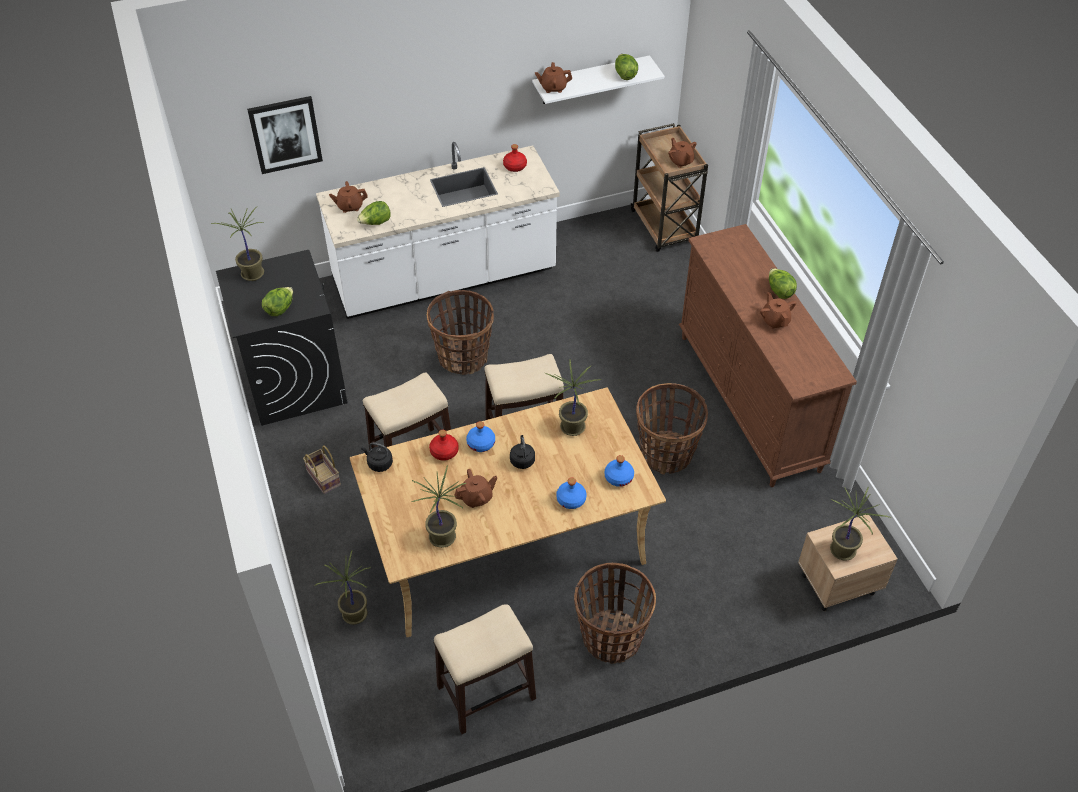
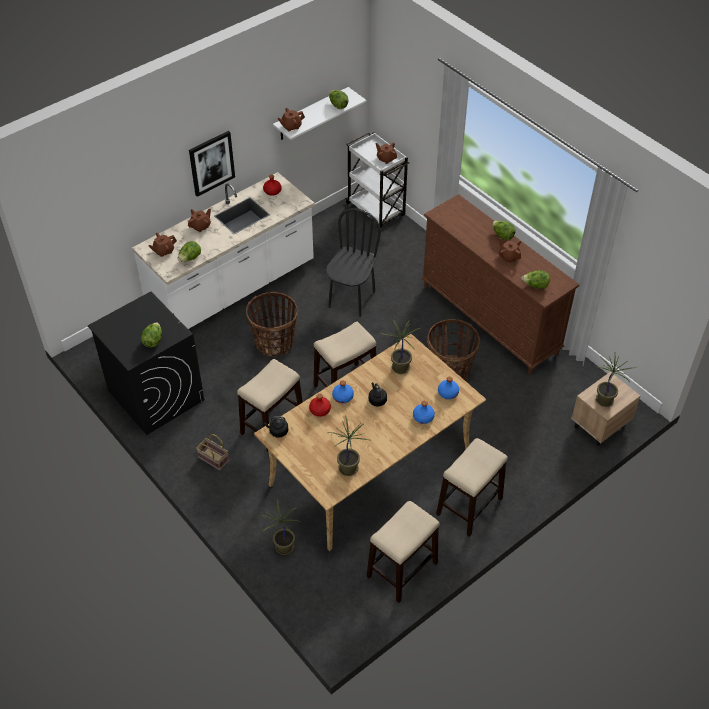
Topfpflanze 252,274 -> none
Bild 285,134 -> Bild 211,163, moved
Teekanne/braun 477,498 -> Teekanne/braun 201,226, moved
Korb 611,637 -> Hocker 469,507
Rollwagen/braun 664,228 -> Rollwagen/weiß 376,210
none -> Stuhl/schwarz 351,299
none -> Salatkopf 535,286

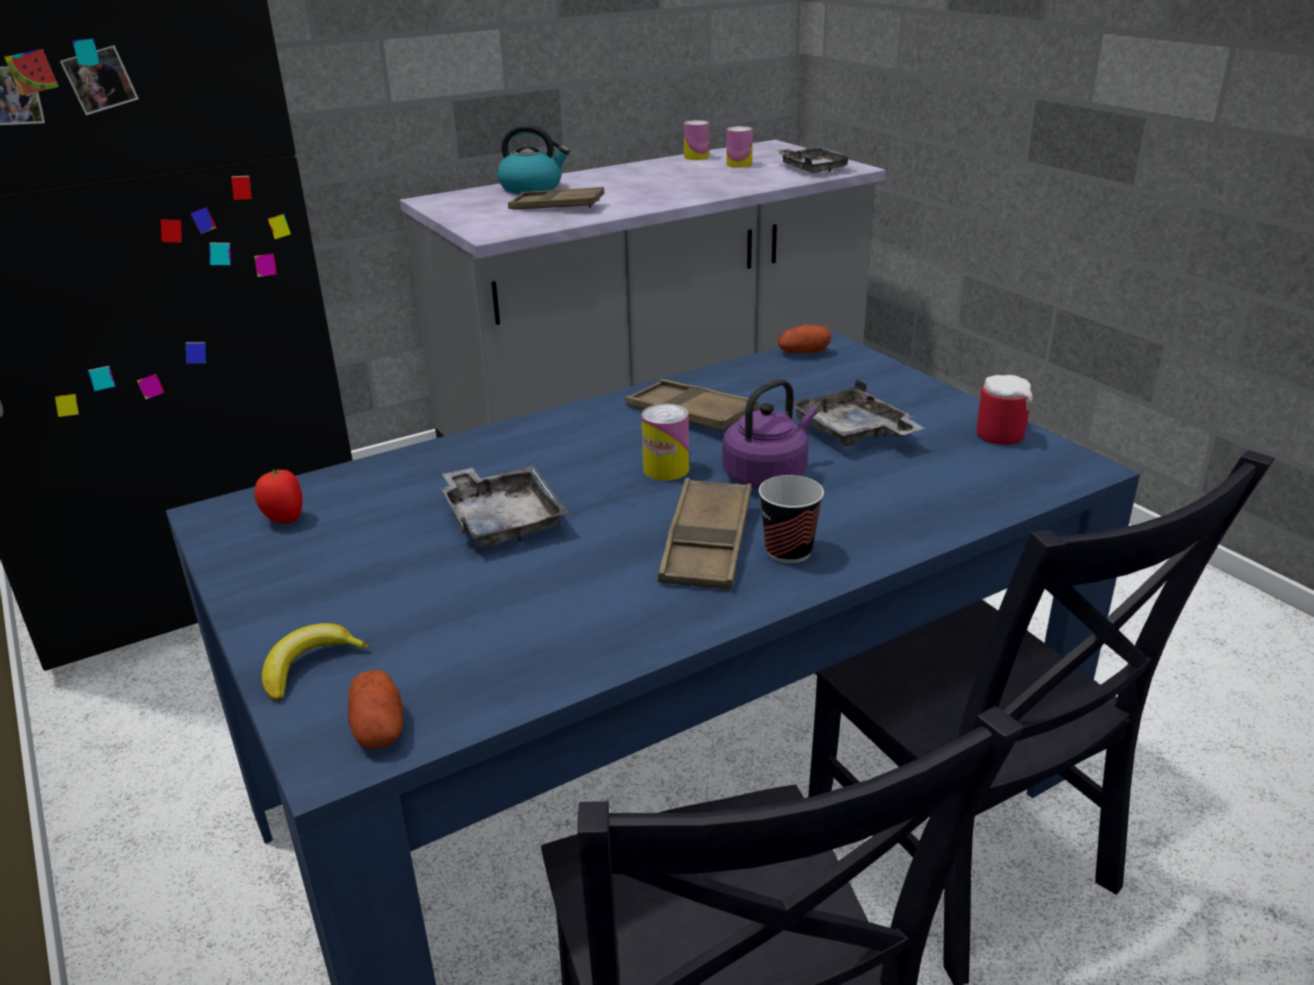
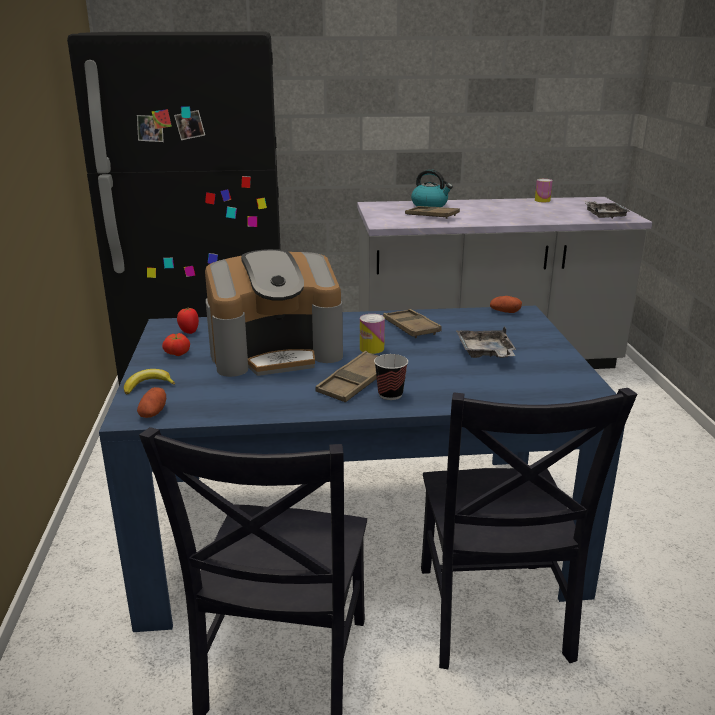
Tablett/grau 502,520 -> Kaffeemaschine 276,352
Wasserkessel/lila 768,475 -> none
Dose 739,164 -> none
Henkelbecher 1004,434 -> none
none -> Tomate 177,353

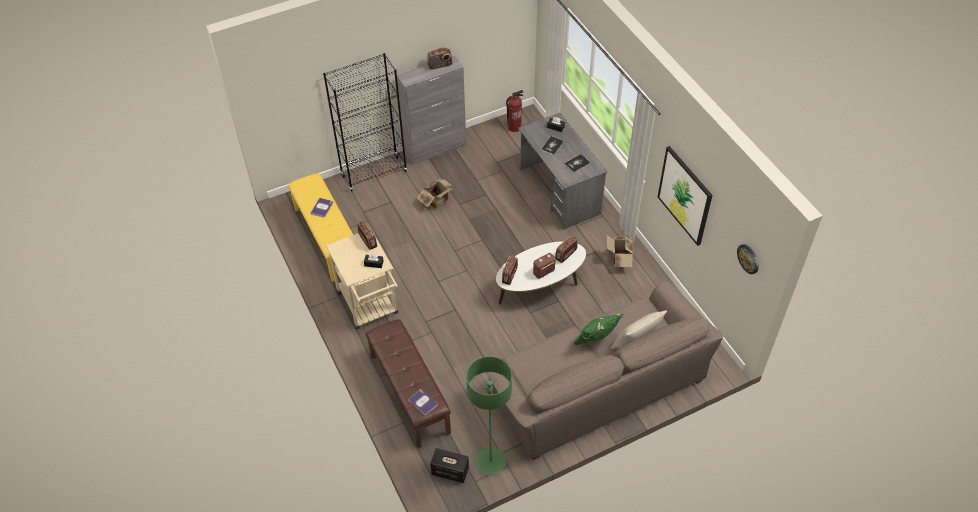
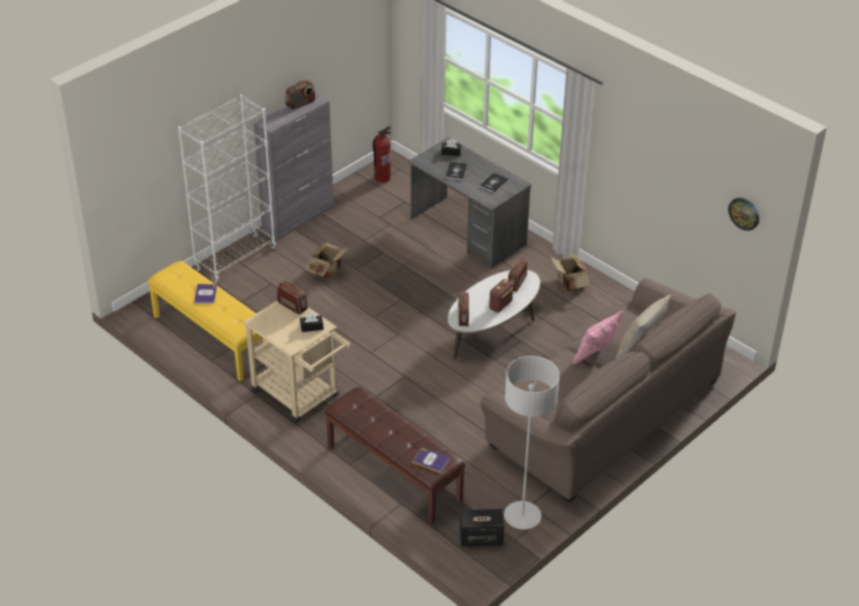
Bücherregal/schwarz 374,173 -> Bücherregal/weiß 235,259
Stehlampe/grün 490,461 -> Stehlampe/grau 522,516
Kissen/grün 596,341 -> Kissen/rosa 596,355
Bild 685,195 -> none

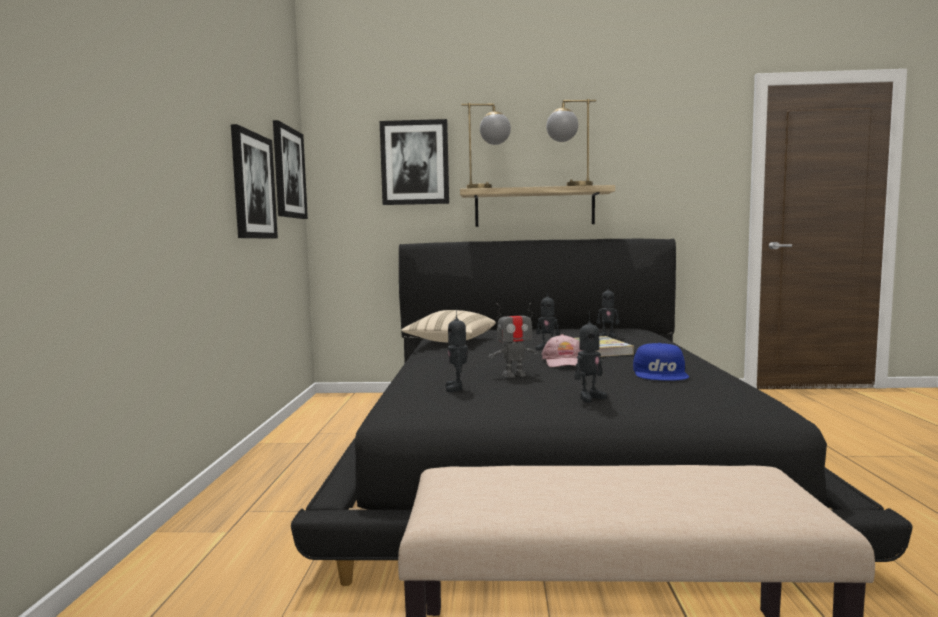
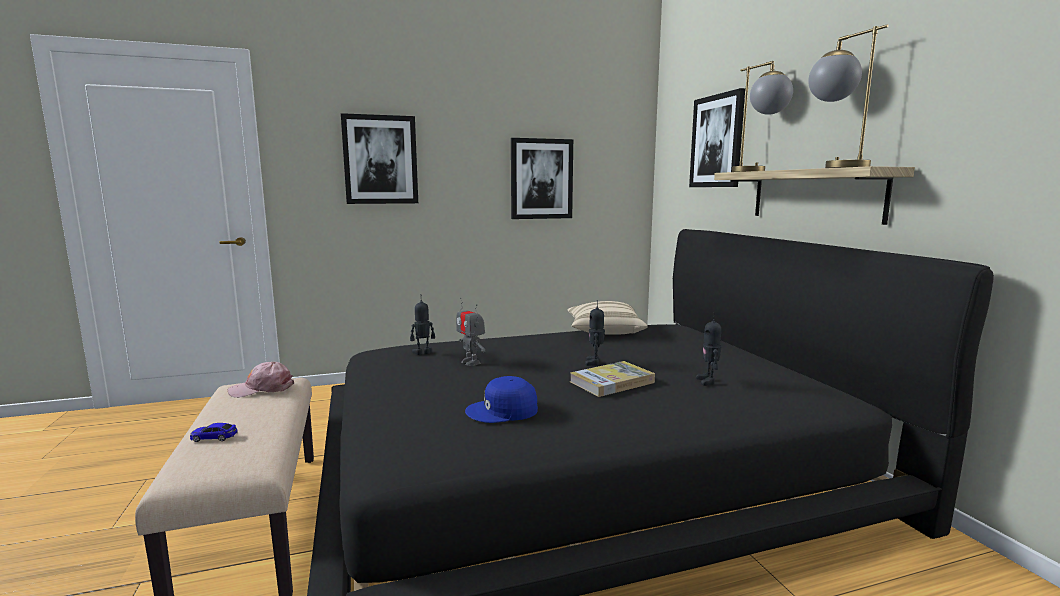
Bild 288,173 -> Bild 380,160, moved
Kappe/rosa 564,362 -> Kappe/rosa 262,389, moved
Spielzeugroboter 589,398 -> none
none -> Spielzeugauto 214,438

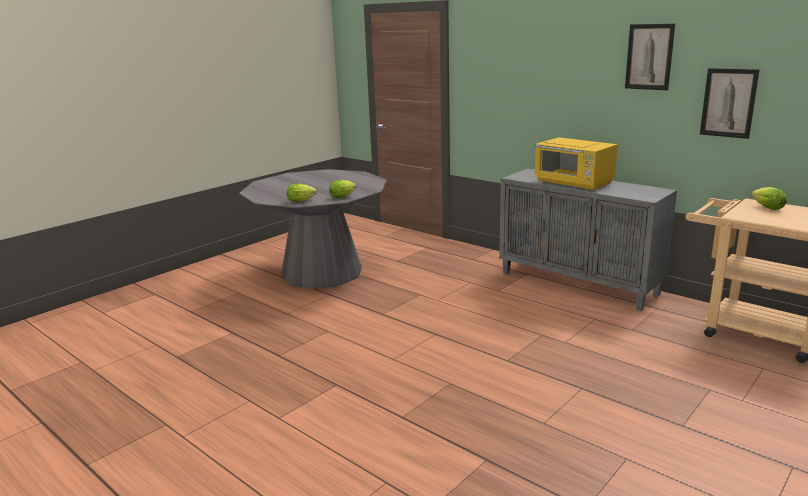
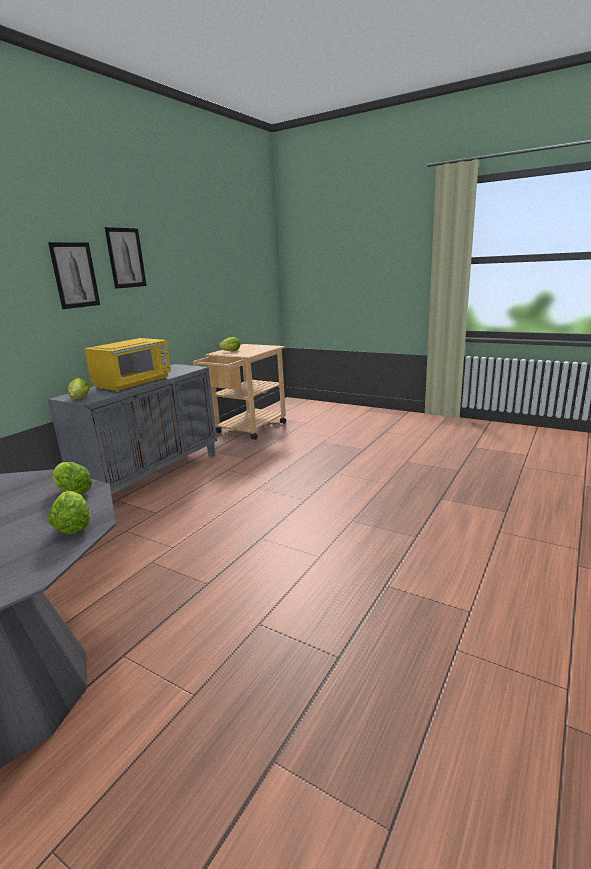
Bild 728,103 -> Bild 75,275, moved
none -> Salatkopf 79,399

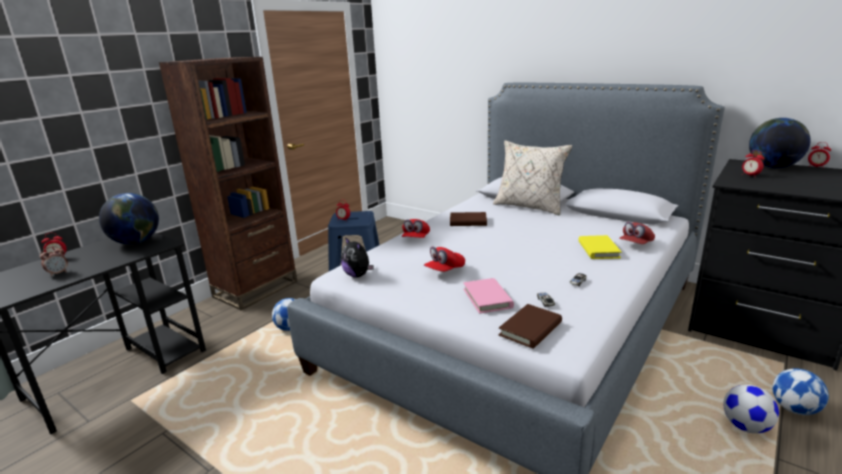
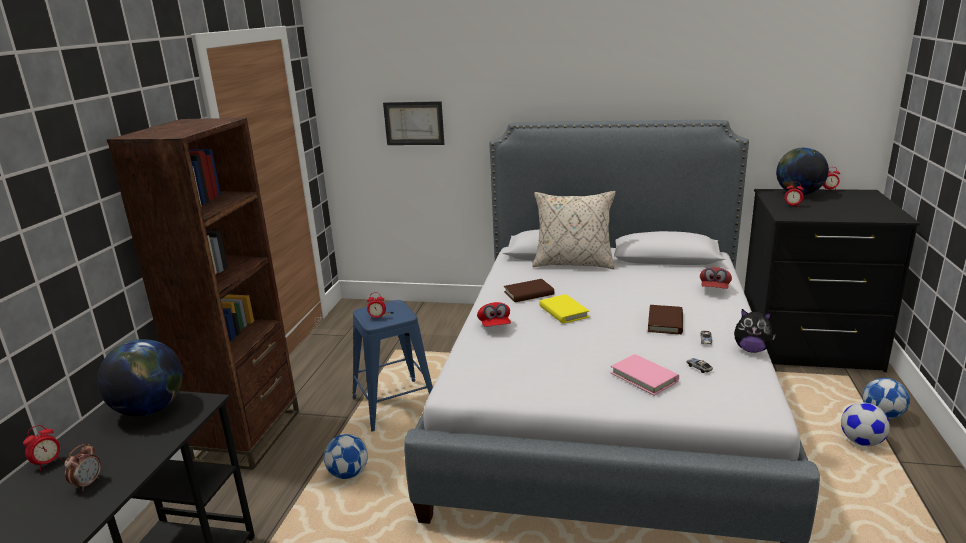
Plüschtier 358,275 -> Plüschtier 751,349, moved
Kappe/rot 444,270 -> none
Buch/braun 530,329 -> Buch/braun 665,322, moved
Buch/gelb 598,250 -> Buch/gelb 563,312, moved
none -> Bild 414,123

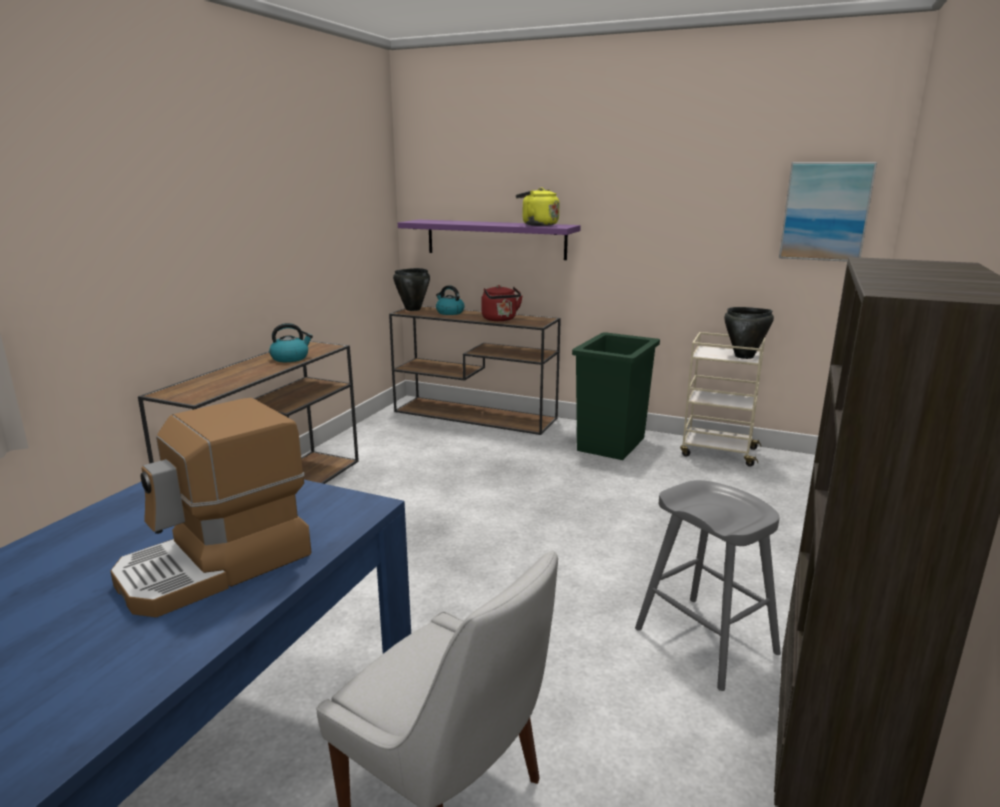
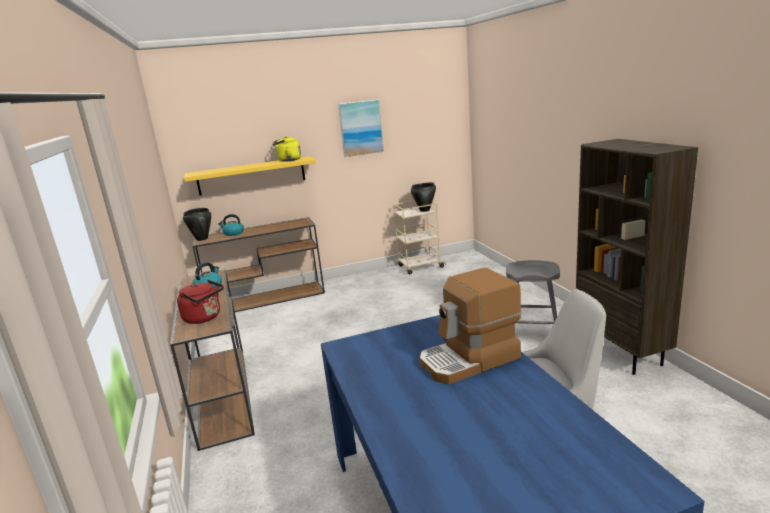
Kaffeemaschine 217,566 -> Kaffeemaschine 469,360, 60 degrees clockwise
Wandregal/lila 495,239 -> Wandregal/gelb 251,175
Wasserkessel/rot 500,319 -> Wasserkessel/rot 204,318, moved
Mülleimer/grün 612,444 -> none
Bild 825,211 -> Bild 361,128, moved

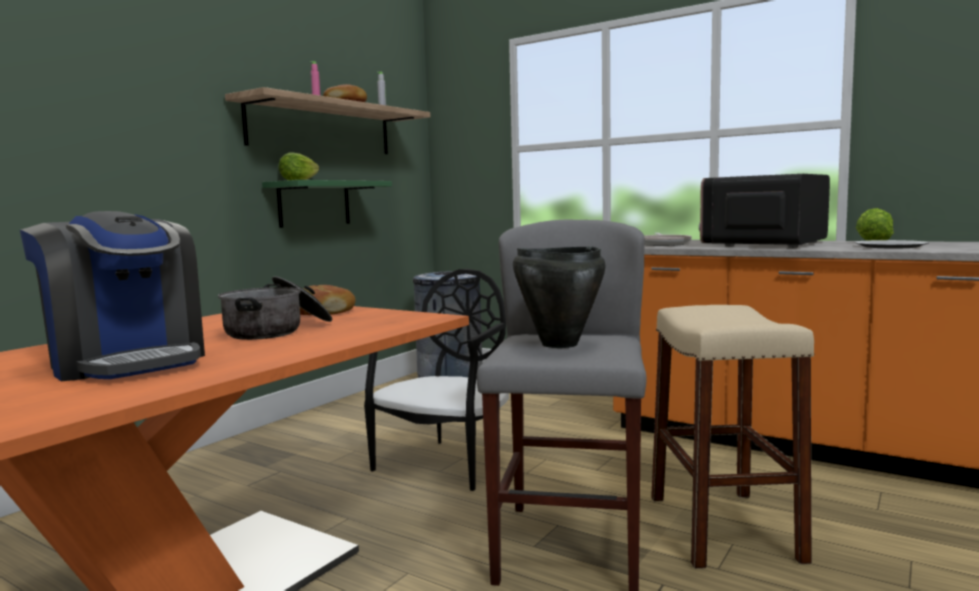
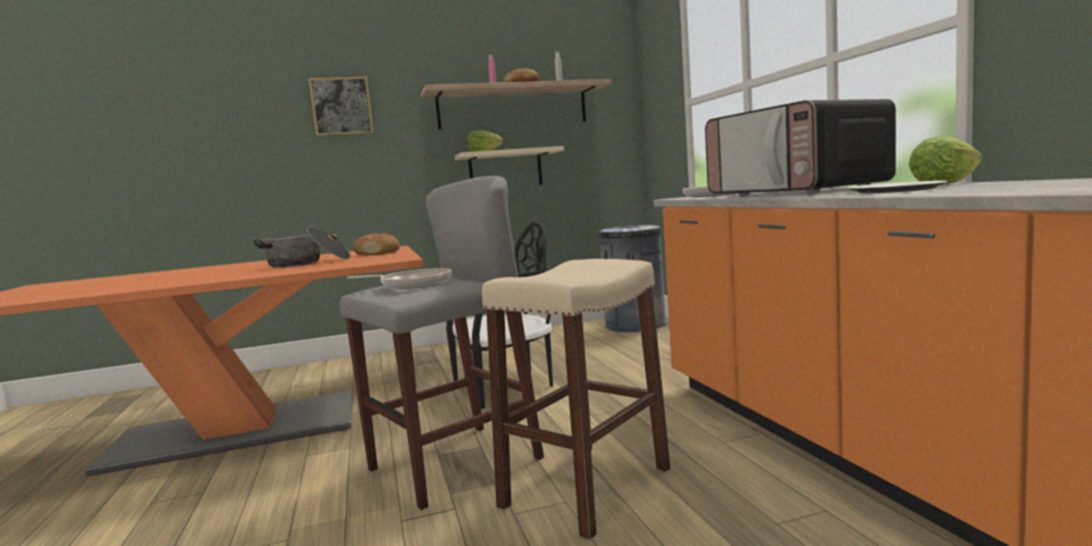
Kaffeemaschine 127,362 -> none
Wandregal/grün 314,204 -> Wandregal/beige 505,169
Kochtopf/schwarz 558,344 -> Pfanne 412,284
Mikrowelle 764,244 -> Mikrowelle 797,192, 105 degrees counterclockwise
none -> Bild 341,106

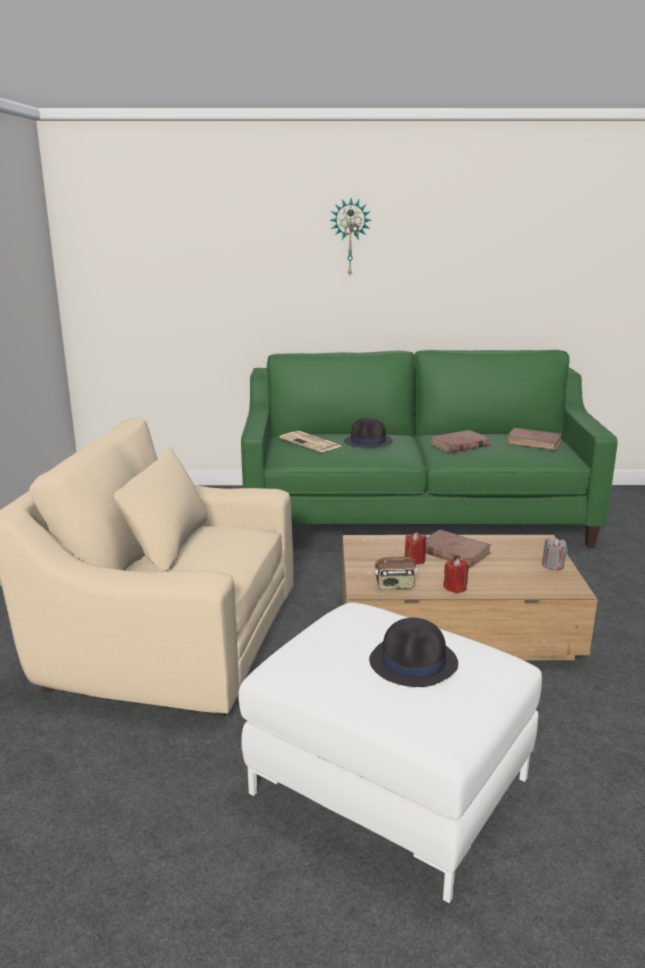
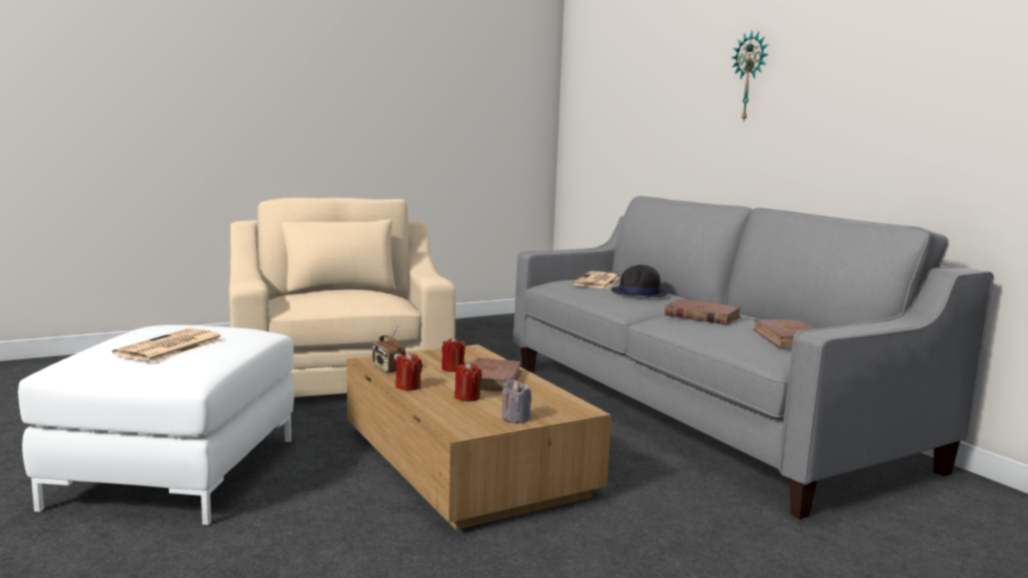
Sofa/grün 414,516 -> Sofa/grau 700,413
Hut/schwarz 414,662 -> Zeitung 170,347
none -> Kerze/rot 467,397

